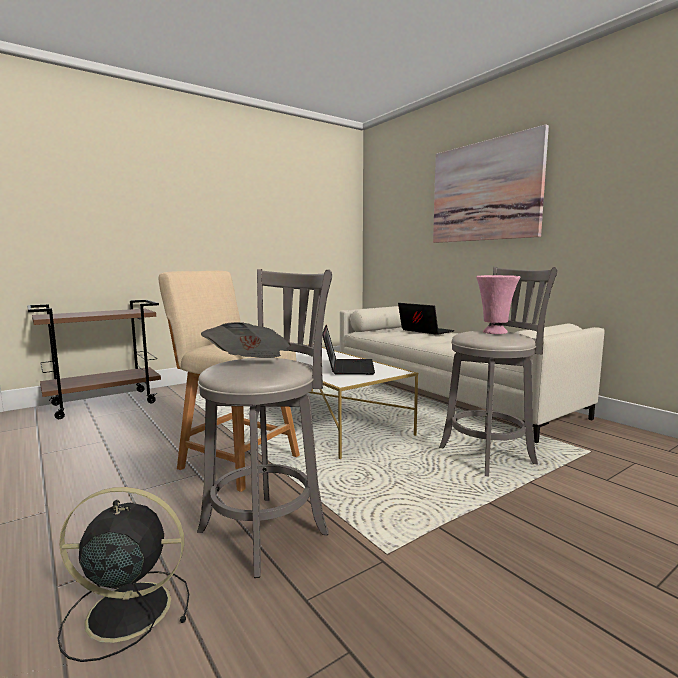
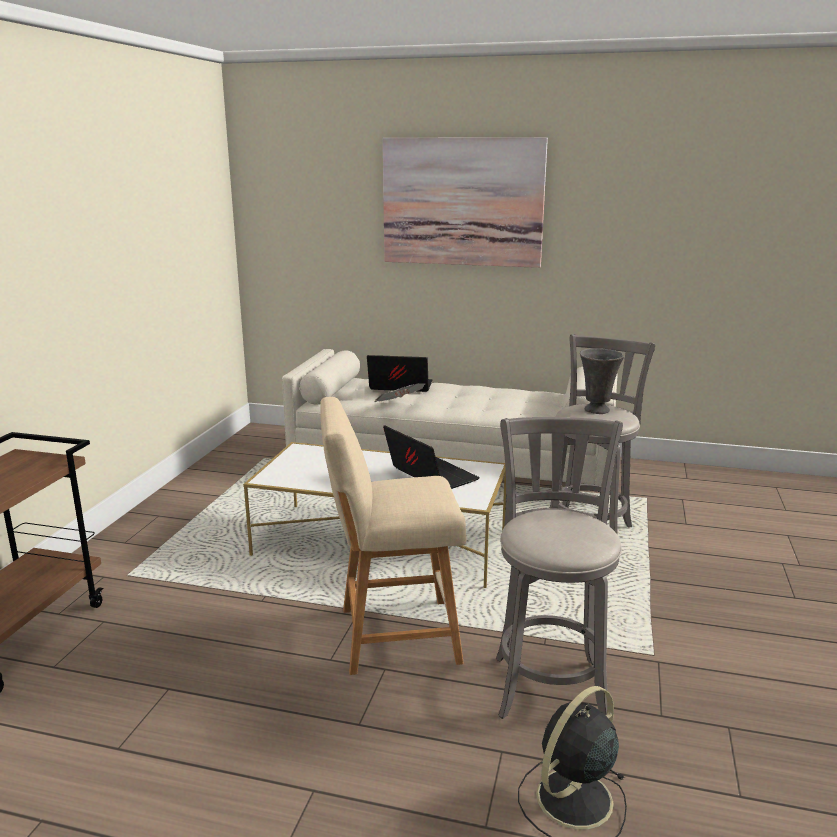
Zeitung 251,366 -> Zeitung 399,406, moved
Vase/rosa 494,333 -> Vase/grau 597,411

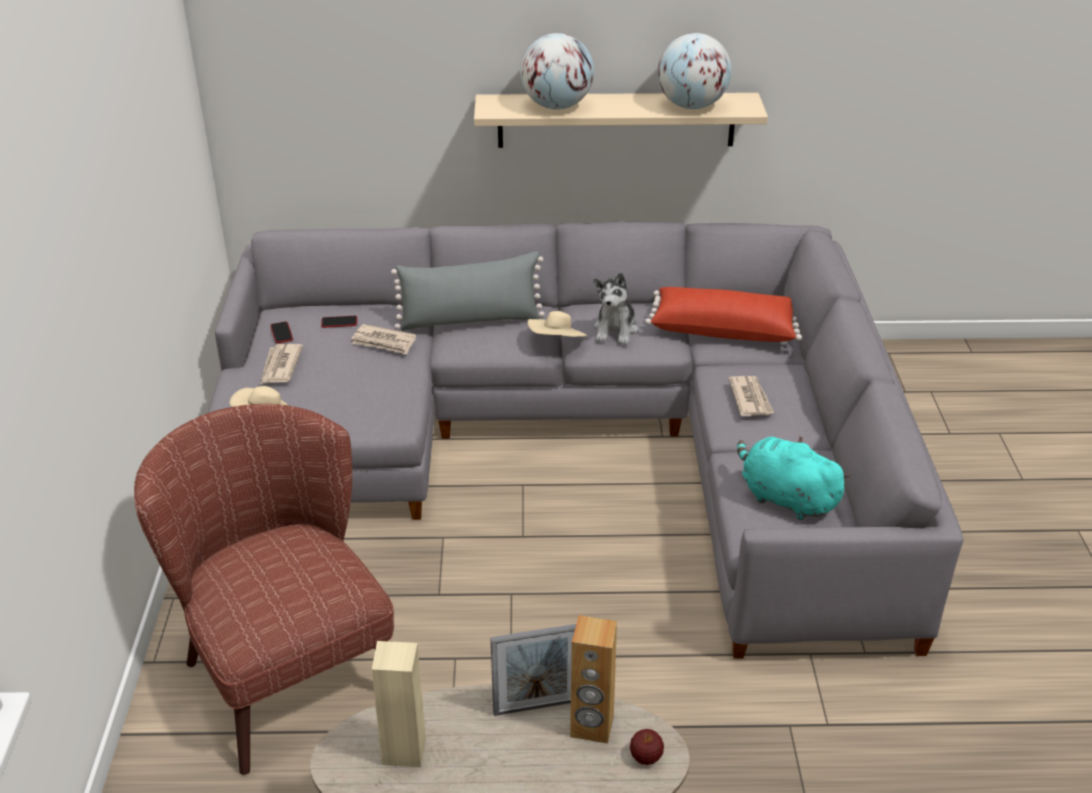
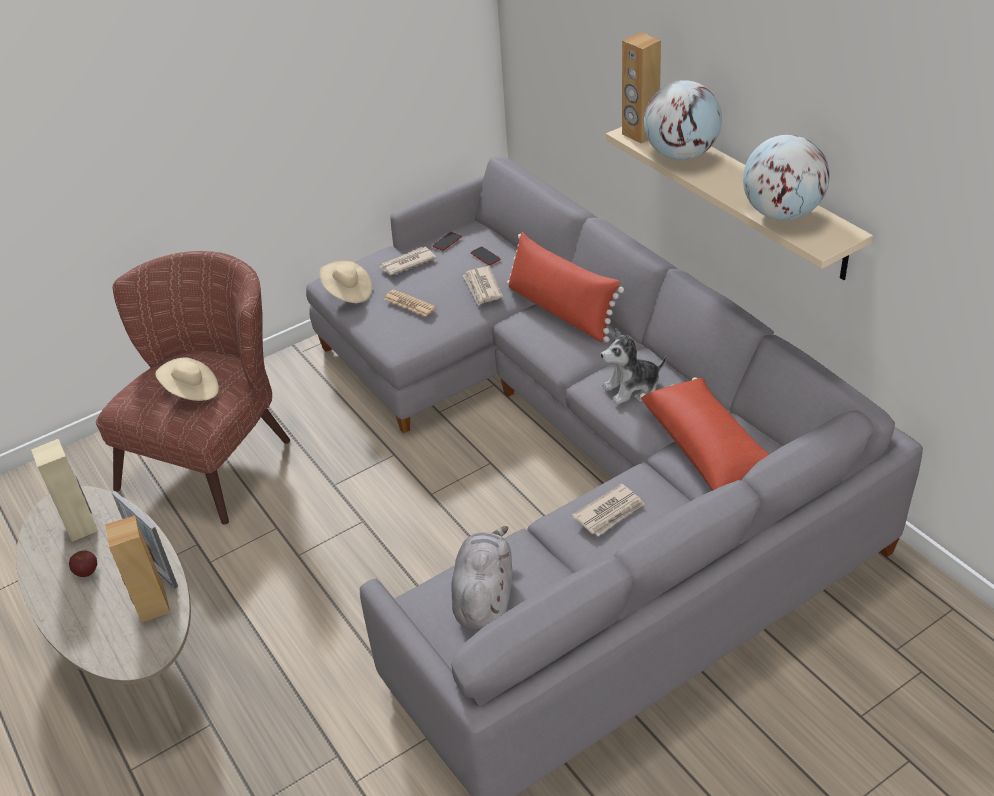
Kissen/grau 470,320 -> Kissen/rot 560,311
Hut/beige 557,342 -> Hut/beige 191,392, moved
Apfel 645,757 -> Apfel 87,572, moved
Plüschtier/türkis 785,498 -> Plüschtier/grau 484,596
none -> Zeitung 410,304
none -> Lautsprecher/braun 640,134

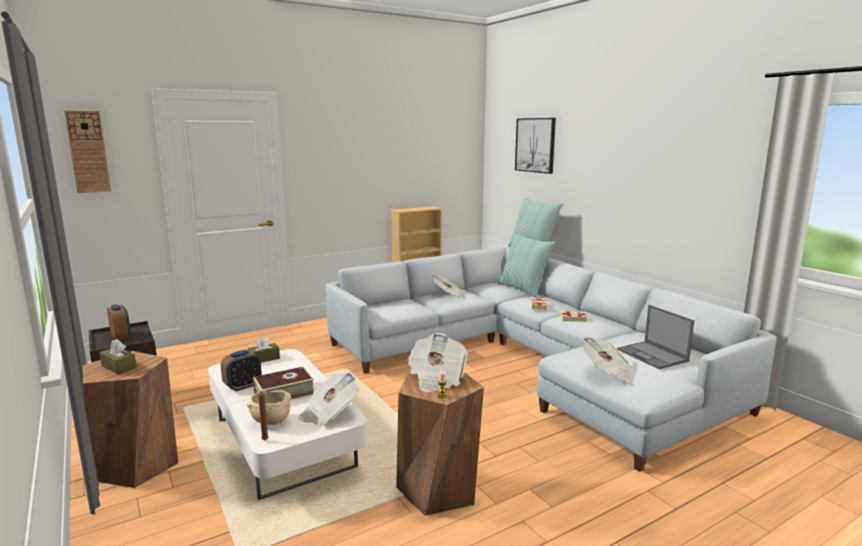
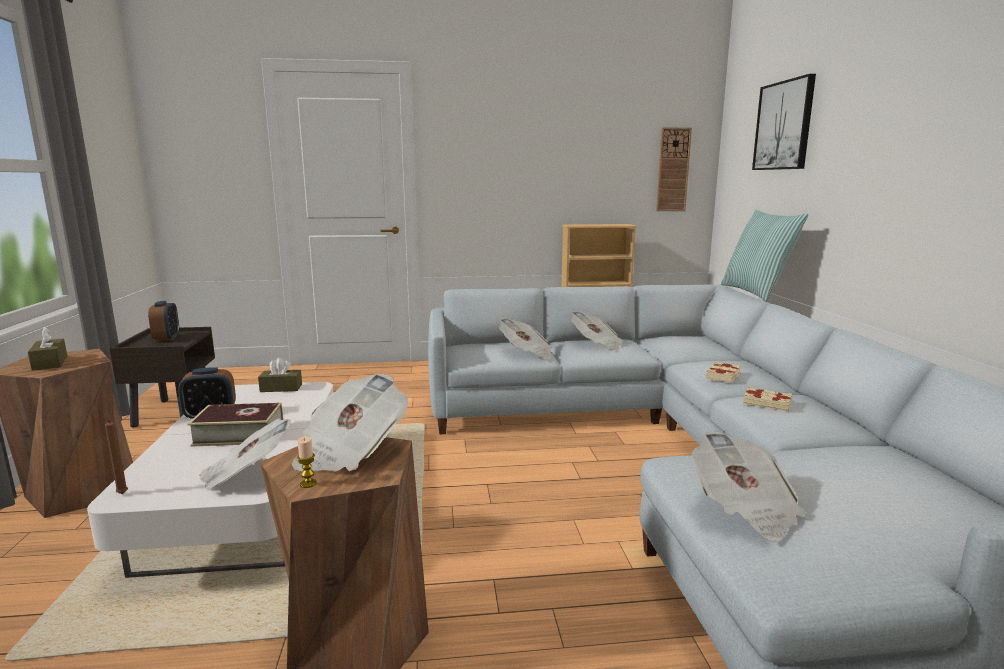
Wanduhr 88,152 -> Wanduhr 673,170, moved
Schüssel/beige 270,422 -> none
Kissen 524,289 -> none
Laptop 653,355 -> none
none -> Zeitung 526,353

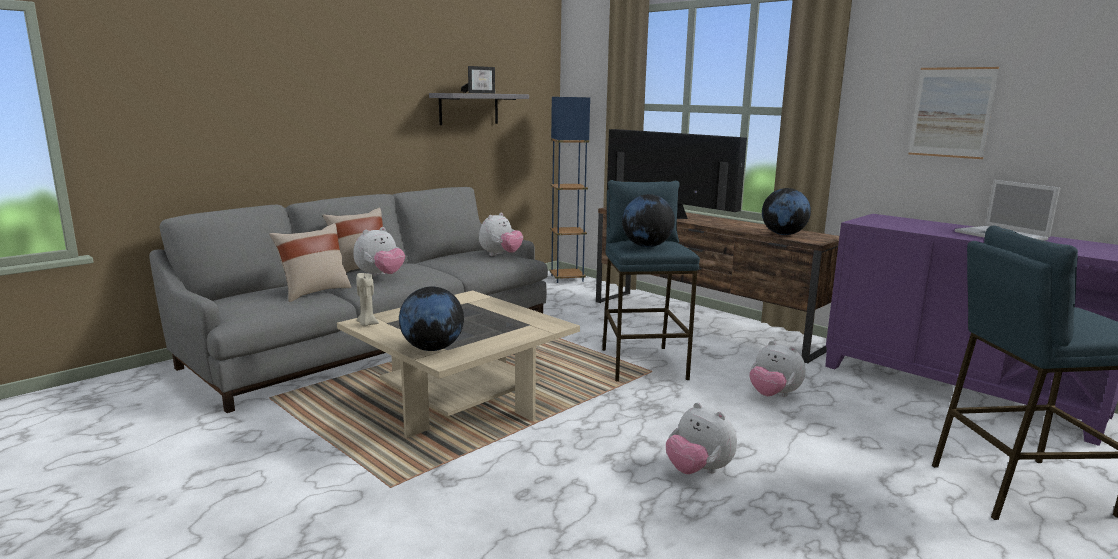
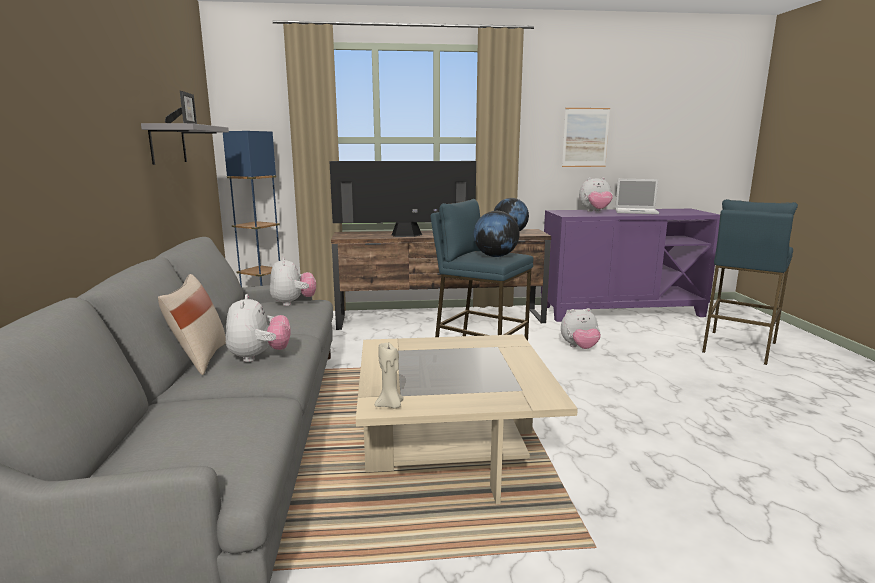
Kissen/beige 314,292 -> none
Globus 432,348 -> none
Plüschtier 698,471 -> Plüschtier 595,211, moved

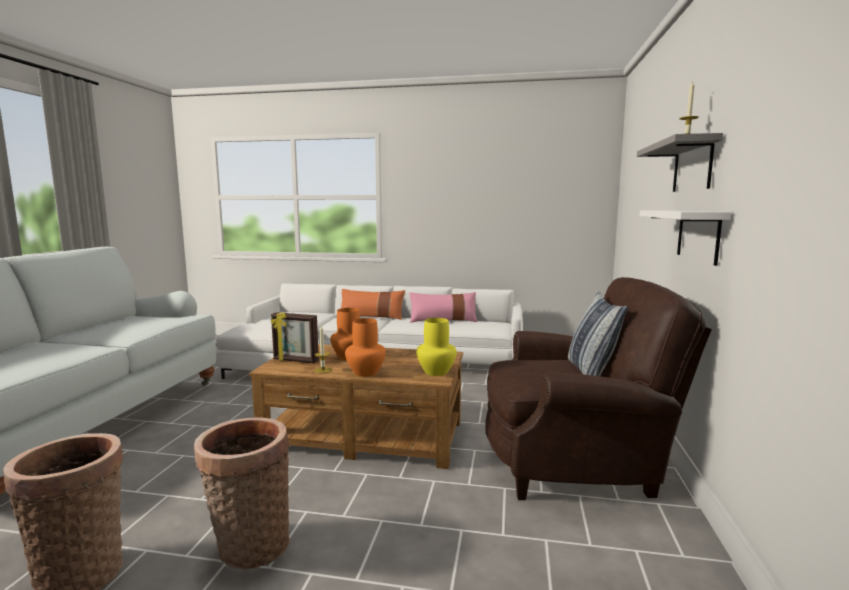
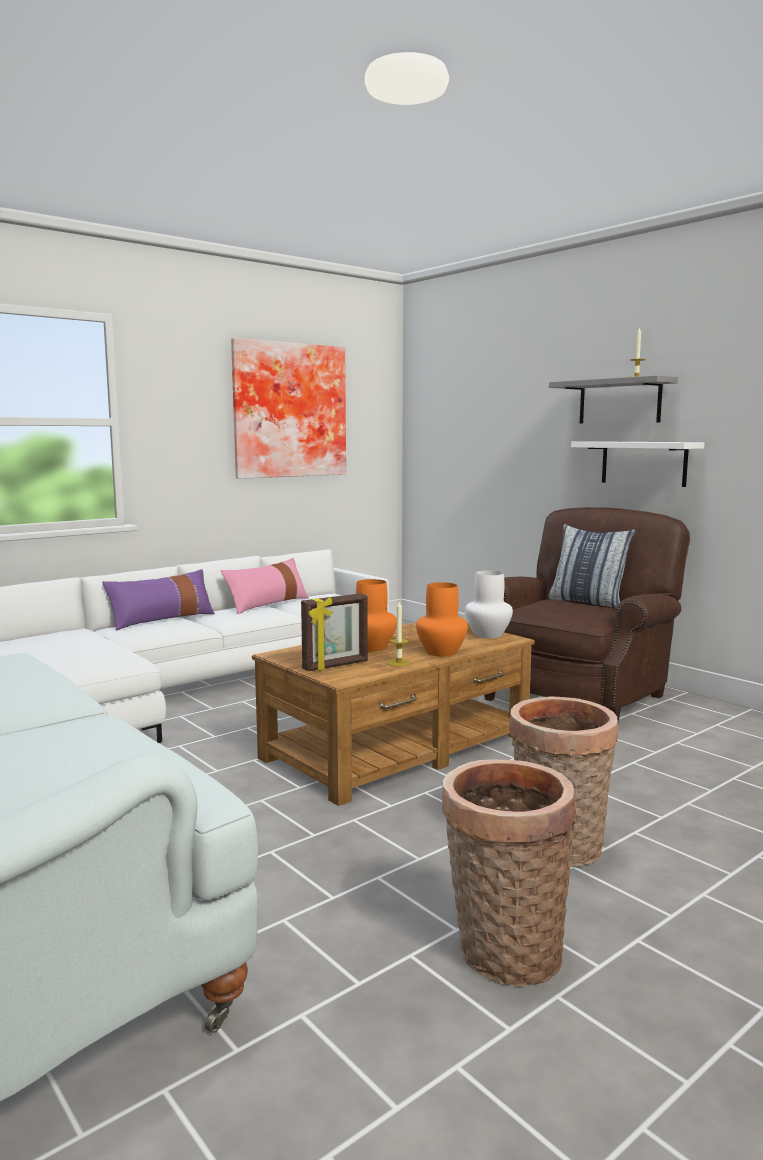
Kissen/orange 371,317 -> Kissen/lila 162,619
Vase/gelb 436,372 -> Vase/weiß 488,634
none -> Bild 288,410

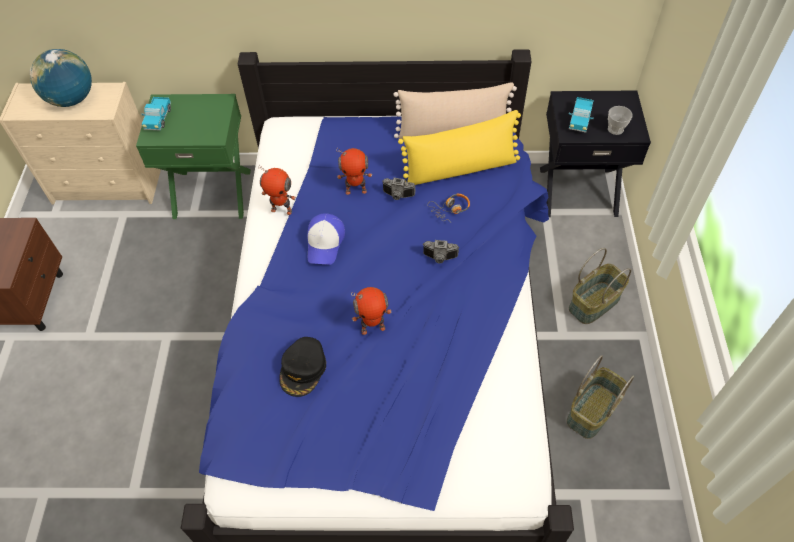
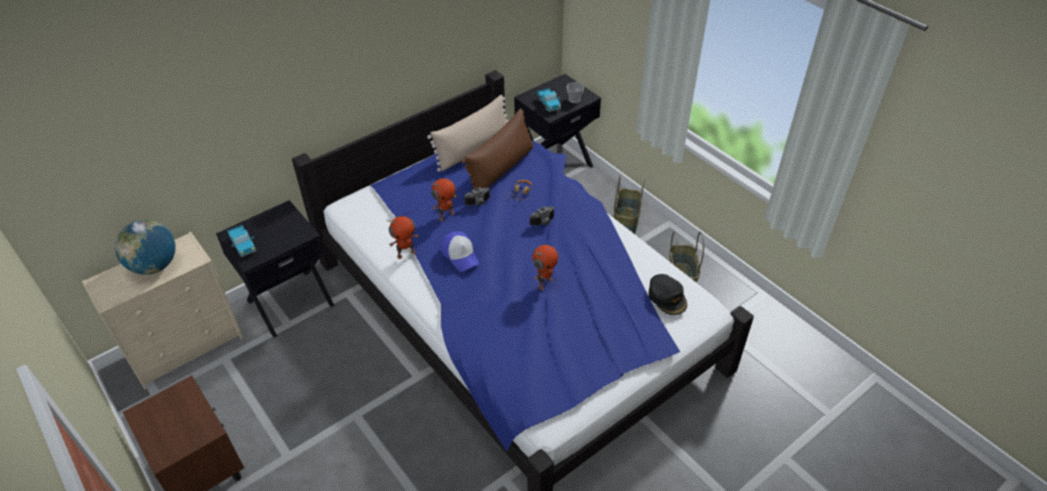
Nachttisch/grün 212,192 -> Nachttisch/schwarz 289,302
Kappe/schwarz 303,369 -> Kappe/schwarz 667,297, moved
Kissen/gelb 460,169 -> Kissen/braun 501,168

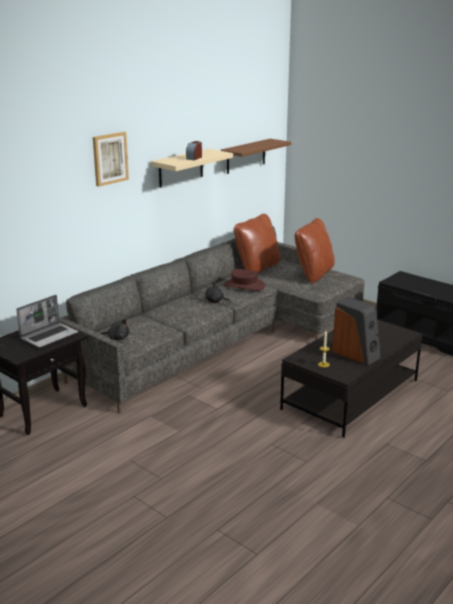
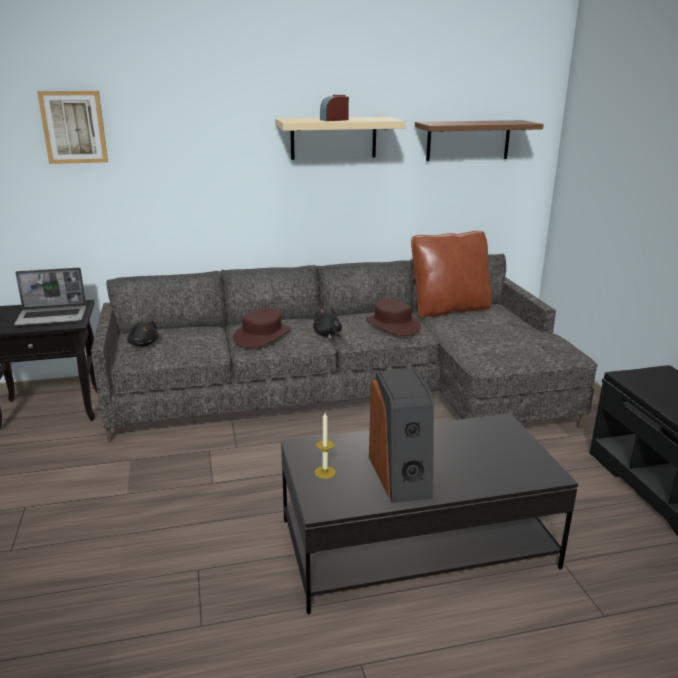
Bild 110,158 -> Bild 74,127, moved
Kissen/braun 313,274 -> none
none -> Hut/braun 262,335

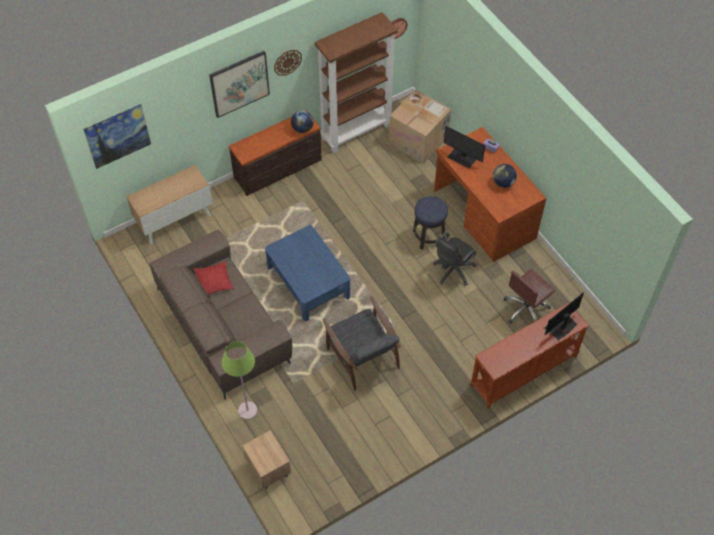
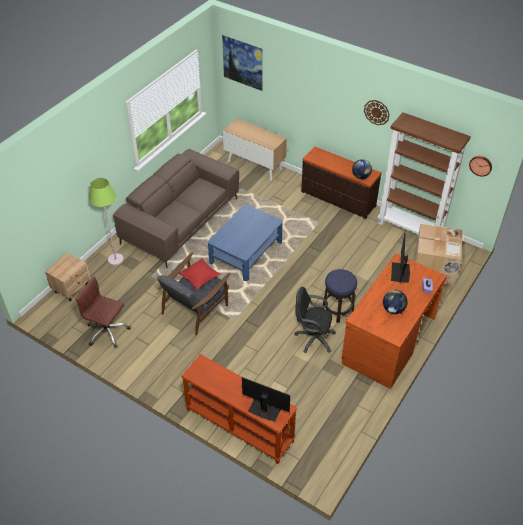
Kissen/rot 214,281 -> Kissen/rot 199,276, moved
Bild 239,83 -> none
Bürostuhl/braun 526,309 -> Bürostuhl/braun 107,332, moved

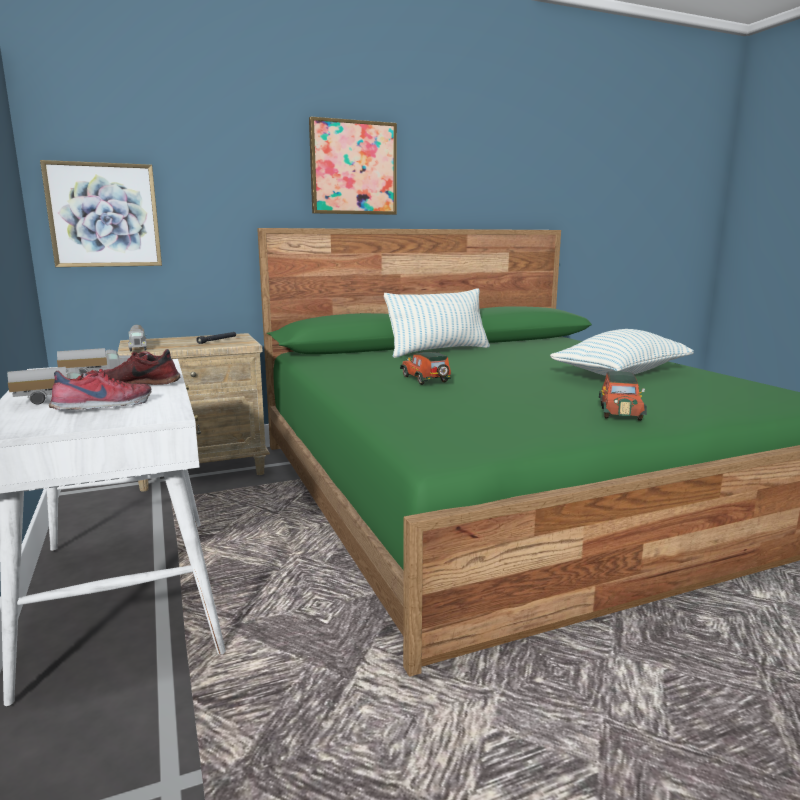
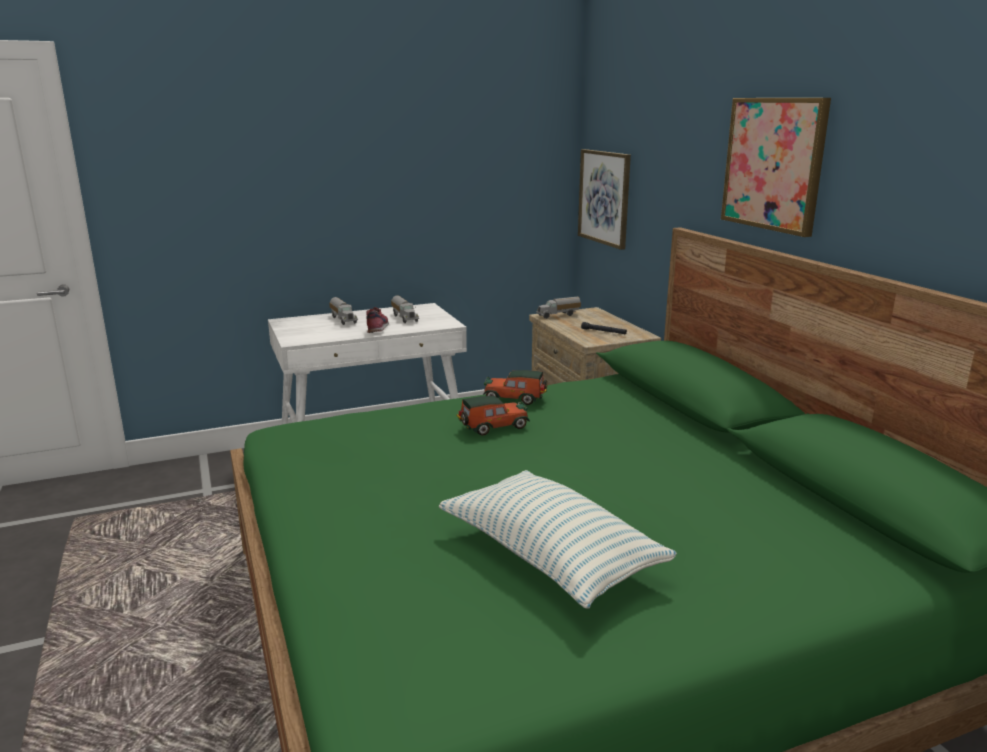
Schuh 103,407 -> none
Kissen 438,351 -> none
Spielzeugauto 620,411 -> Spielzeugauto 515,399, moved

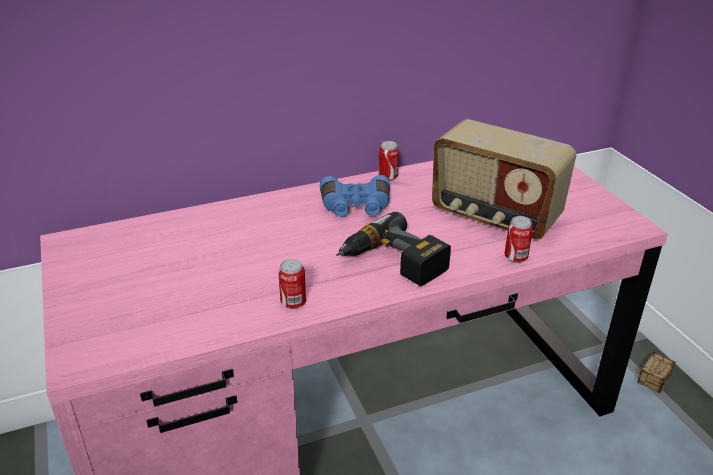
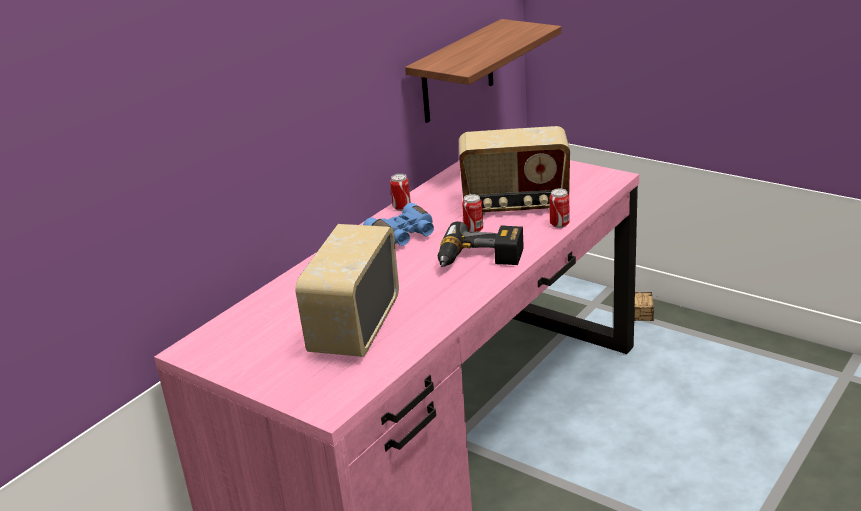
Dose 293,303 -> Dose 473,230, moved
none -> Radio 354,327
none -> Wandregal 457,72

